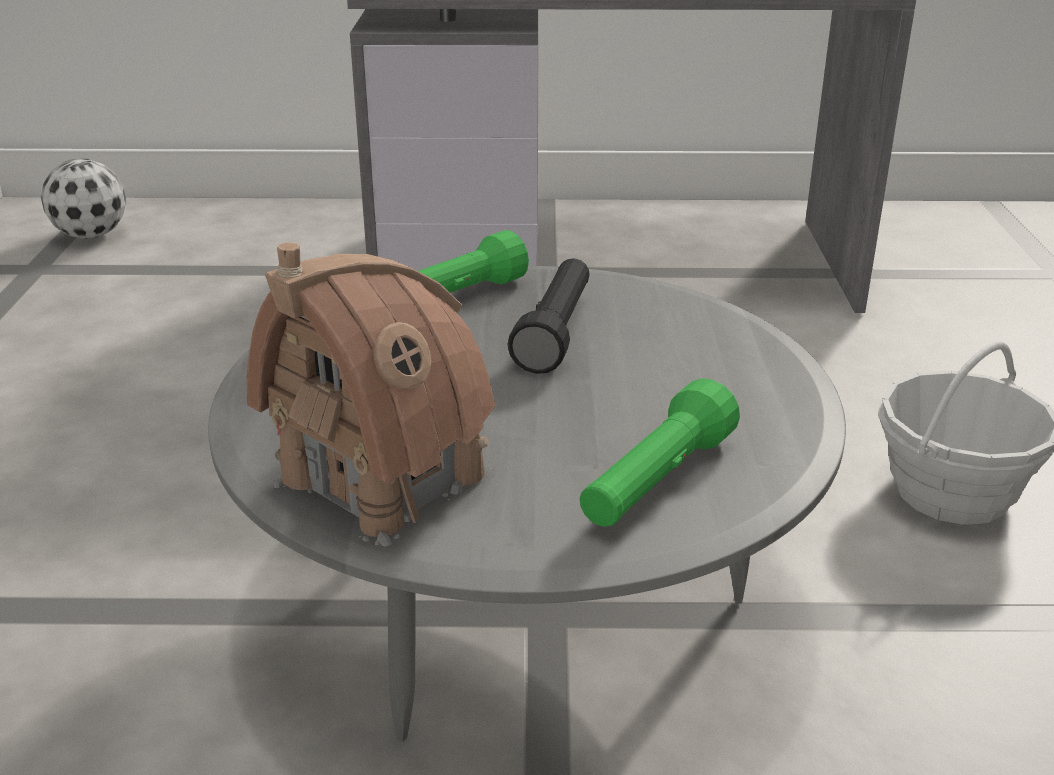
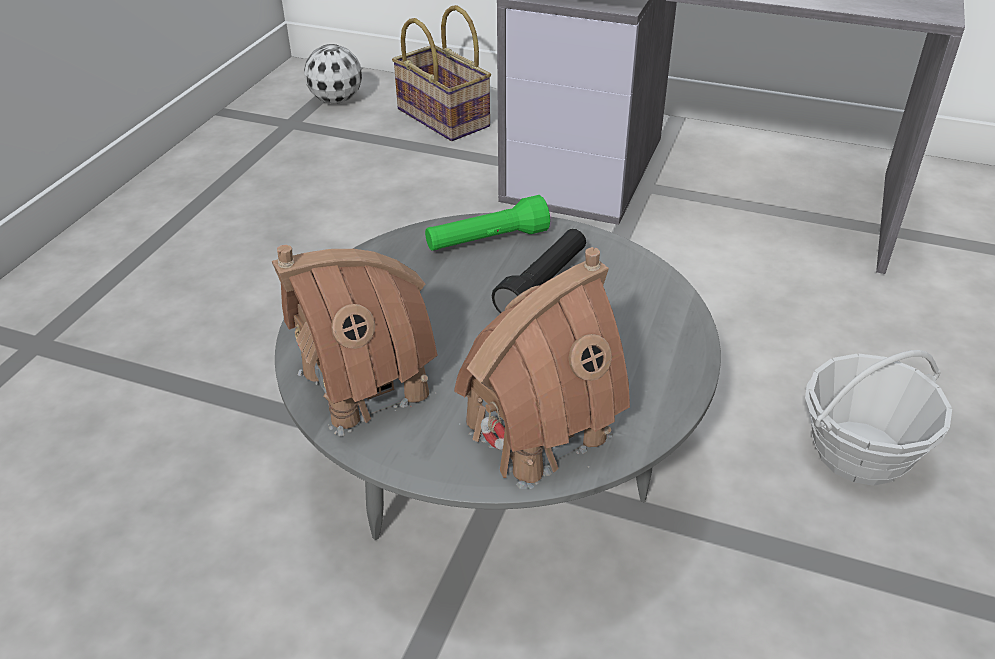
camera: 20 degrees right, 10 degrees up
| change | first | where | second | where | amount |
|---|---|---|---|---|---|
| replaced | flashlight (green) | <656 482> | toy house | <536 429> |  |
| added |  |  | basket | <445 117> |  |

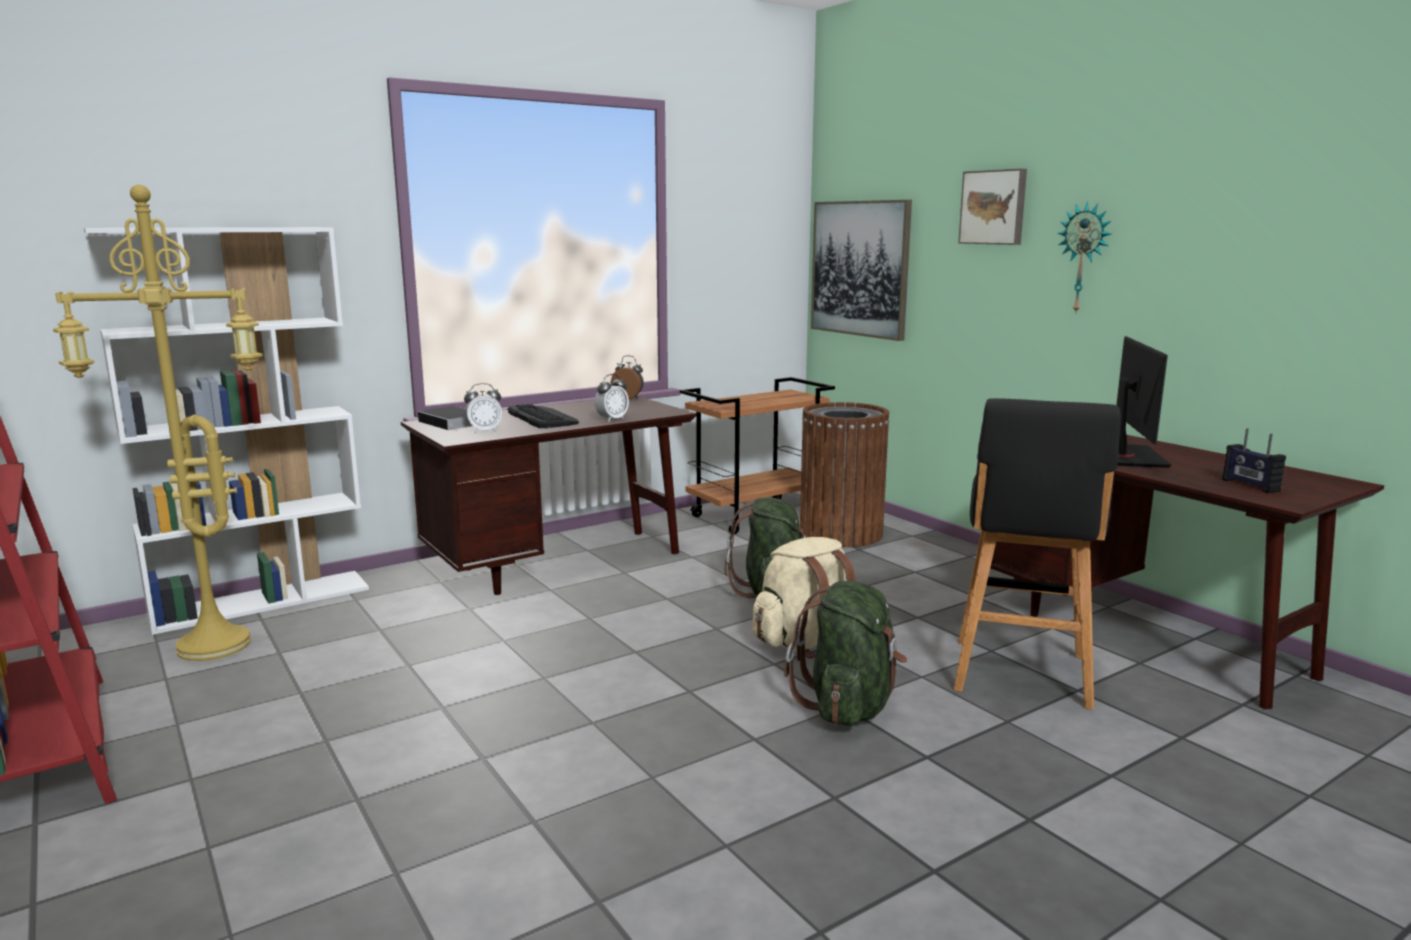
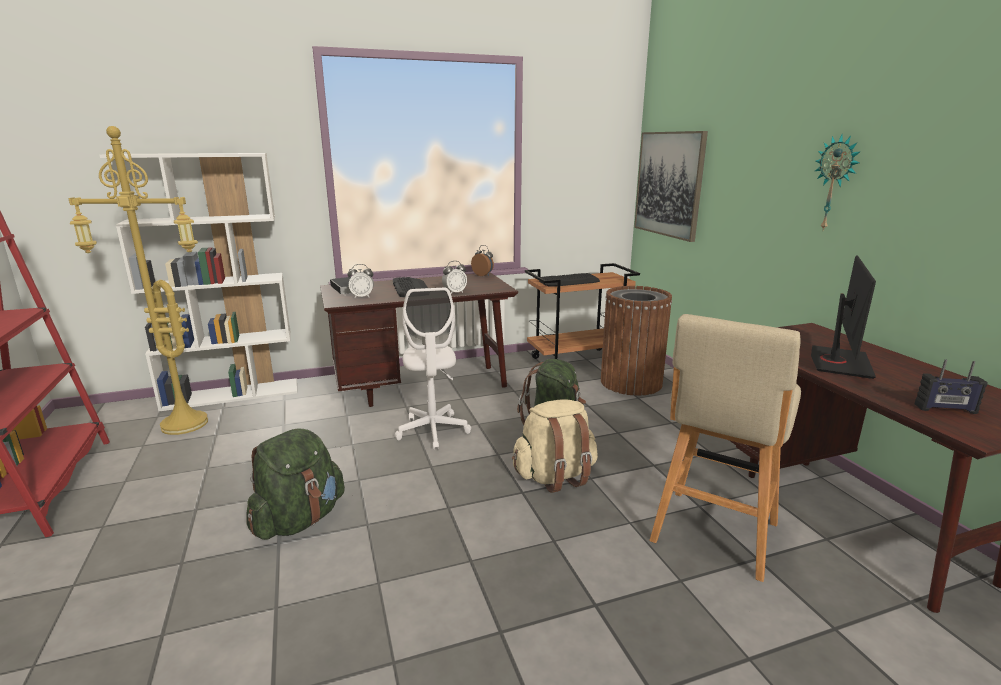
camera: 15 degrees right, 5 degrees up
| change | first | where | second | where | amount |
|---|---|---|---|---|---|
| moved | backpack (green) | <848 706> |  | <299 520> |  |
| recoloured | stool (black) | <1021 675> | stool (beige) | <713 535> |  |
| removed | picture | <994 207> |  |  |  |
| turned | radio | <1249 486> |  | <945 409> | 75 degrees counterclockwise |
| added |  |  | office chair (white) | <433 431> |  |
| added |  |  | keyboard | <569 281> |  |

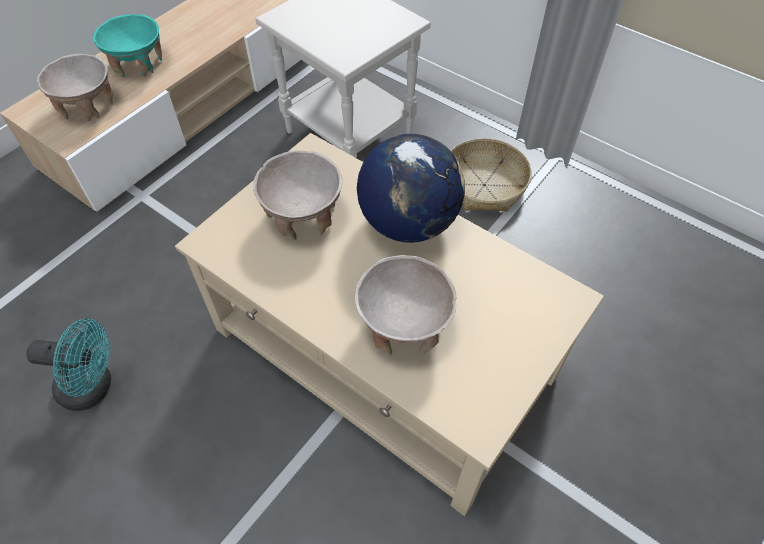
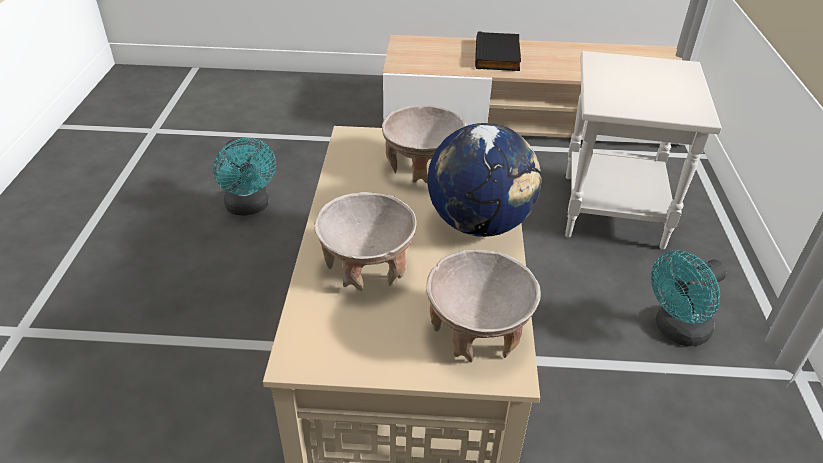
camera: 55 degrees right, 15 degrees down
| change | first | where | second | where | amount |
|---|---|---|---|---|---|
| moved | bowl (beige) | <87 105> |  | <477 332> |  |
| replaced | bowl (turquoise) | <138 64> | book (black) | <499 56> |  |
| replaced | basket | <484 185> | fan (turquoise) | <676 331> |  |

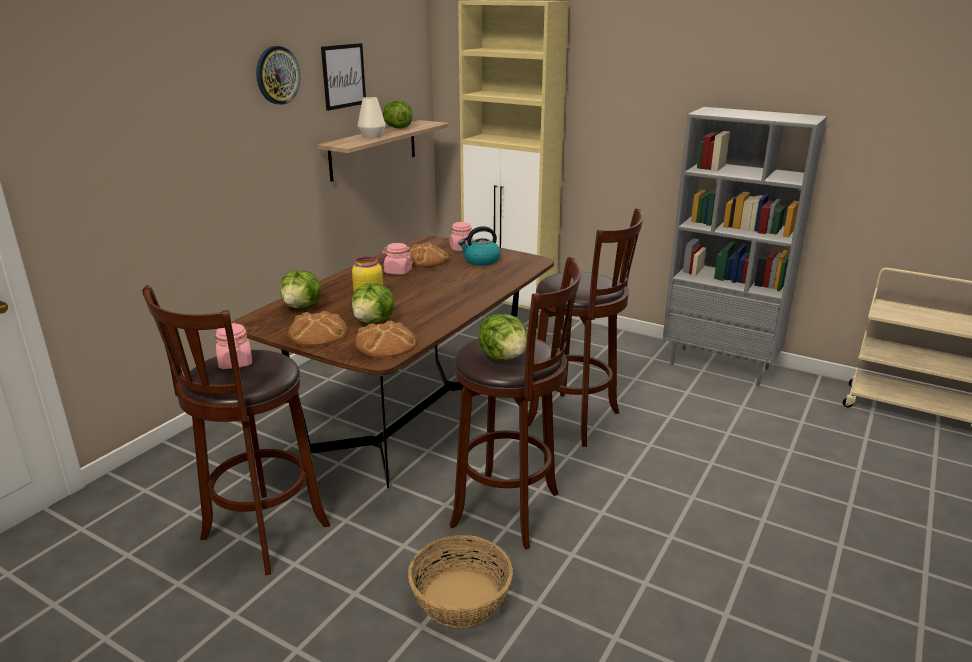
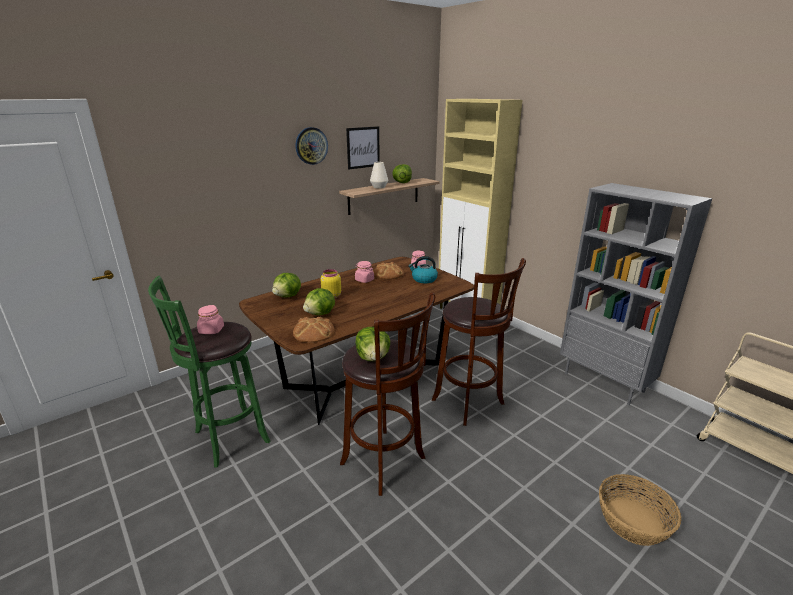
camera: 20 degrees right, 0 degrees up
| change | first | where | second | where | amount |
|---|---|---|---|---|---|
| recoloured | stool (brown) | <260 535> | stool (green) | <227 439> |  |
| removed | bread | <318 333> |  |  |  |
| moved | basket | <461 598> |  | <633 521> |  |

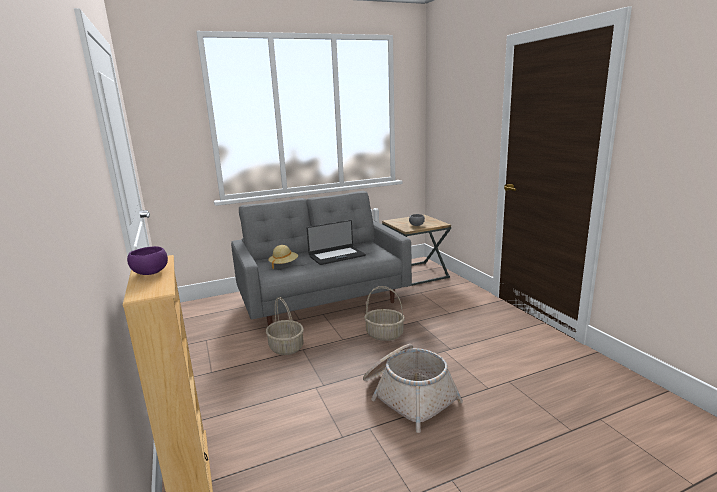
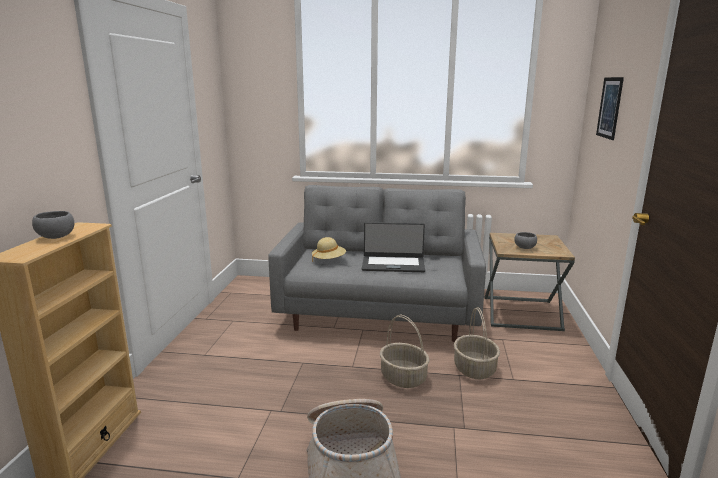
camera: 30 degrees right, 0 degrees up
| change | first | where | second | where | amount |
|---|---|---|---|---|---|
| recoloured | bowl (purple) | <150 273> | bowl (grey) | <55 237> |  |
| moved | basket | <287 347> |  | <475 369> |  |
| added |  |  | picture | <609 107> |  |

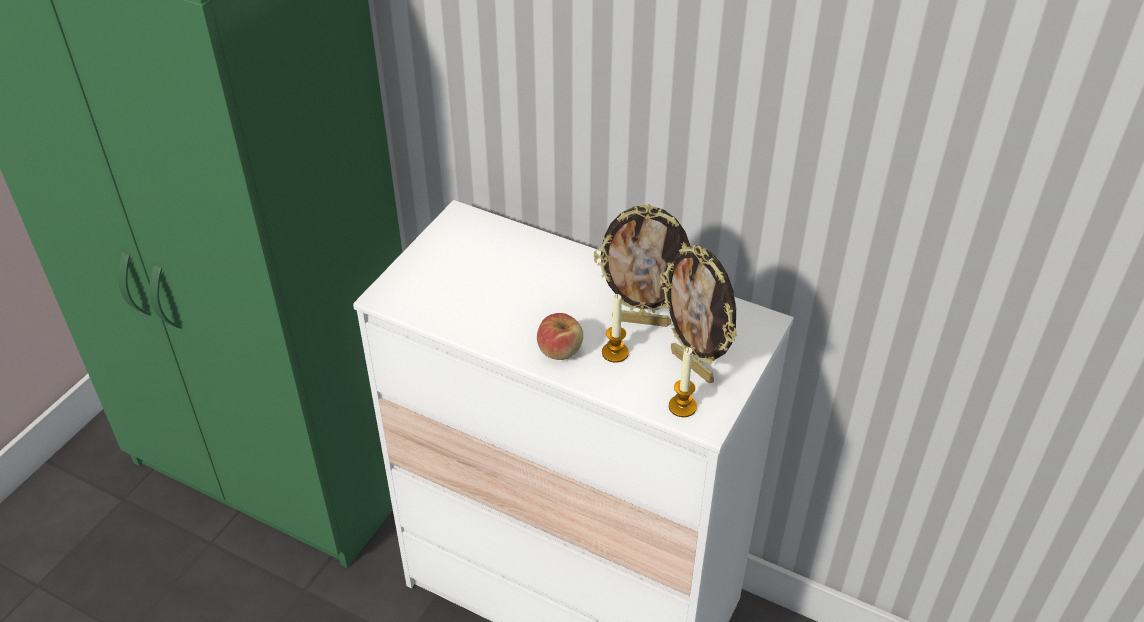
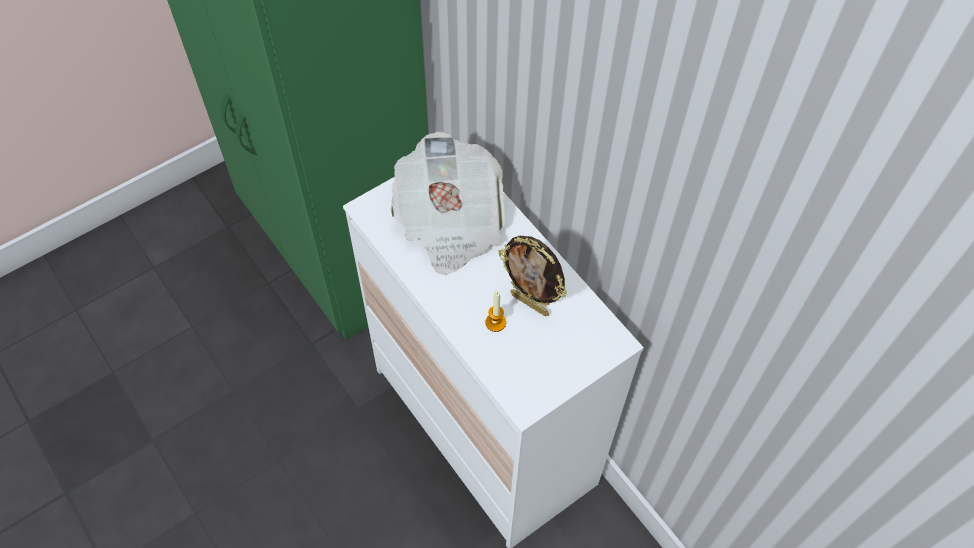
camera: 25 degrees right, 15 degrees up
| change | first | where | second | where | amount |
|---|---|---|---|---|---|
| removed | apple | <560 350> |  |  |  |
| removed | picture frame | <693 366> |  |  |  |
| removed | candle | <682 406> |  |  |  |
| added |  |  | newspaper | <449 223> |  |

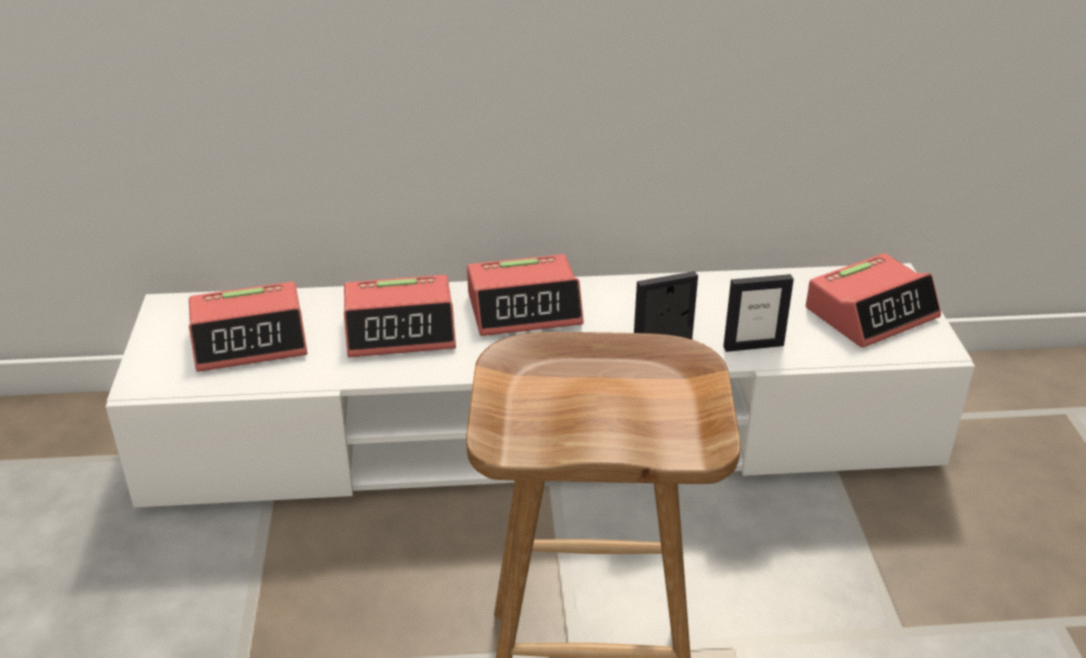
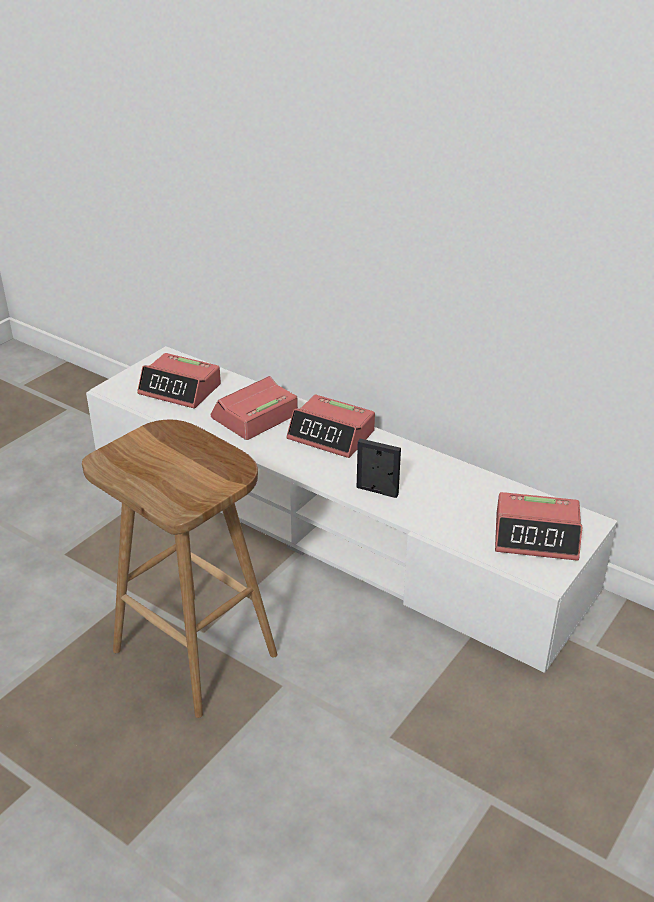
camera: 40 degrees right, 0 degrees up
| change | first | where | second | where | amount |
|---|---|---|---|---|---|
| turned | alarm clock | <401 330> |  | <254 417> | 105 degrees clockwise |
| removed | picture frame | <753 346> |  |  |  |

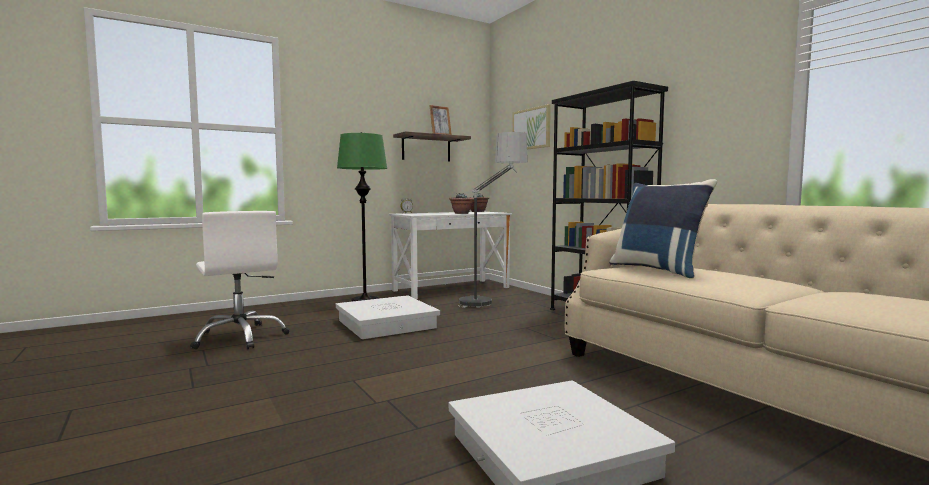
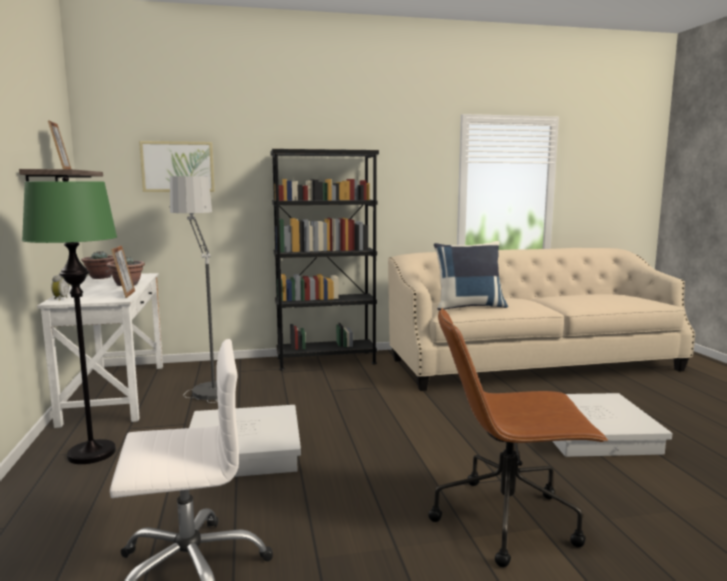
camera: 70 degrees left, 5 degrees up
| change | first | where | second | where | amount |
|---|---|---|---|---|---|
| added |  |  | picture frame | <125 294> |  |
| added |  |  | office chair (brown) | <508 519> |  |

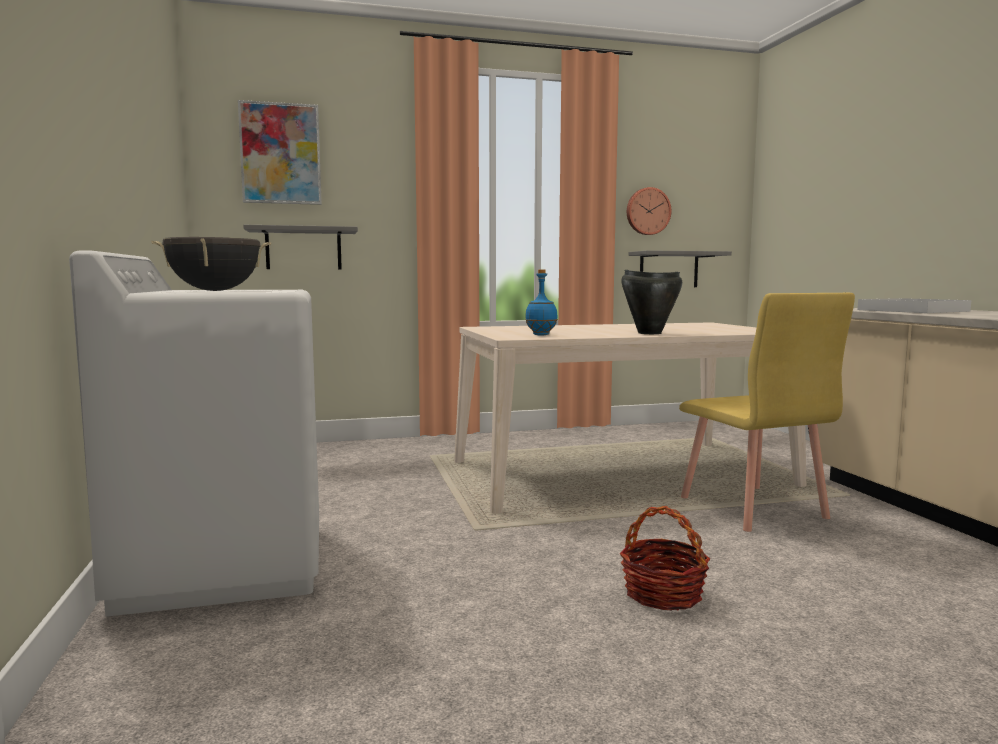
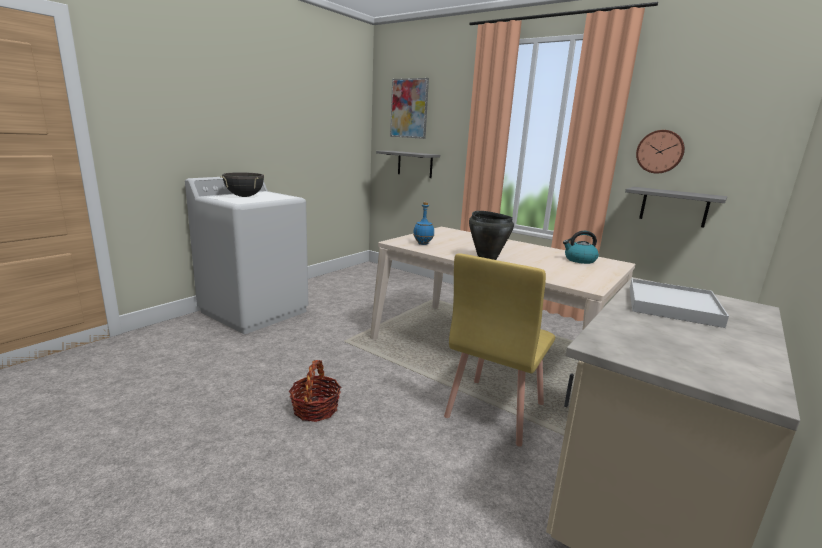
camera: 50 degrees right, 10 degrees up
| change | first | where | second | where | amount |
|---|---|---|---|---|---|
| added |  |  | kettle | <579 260> |  |

